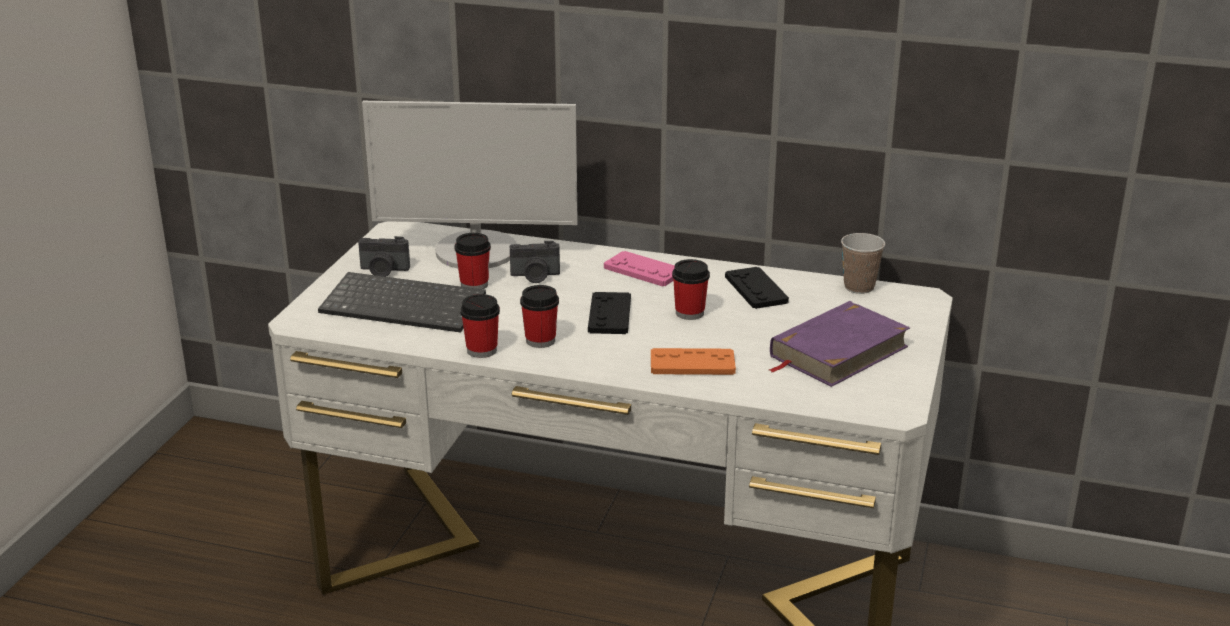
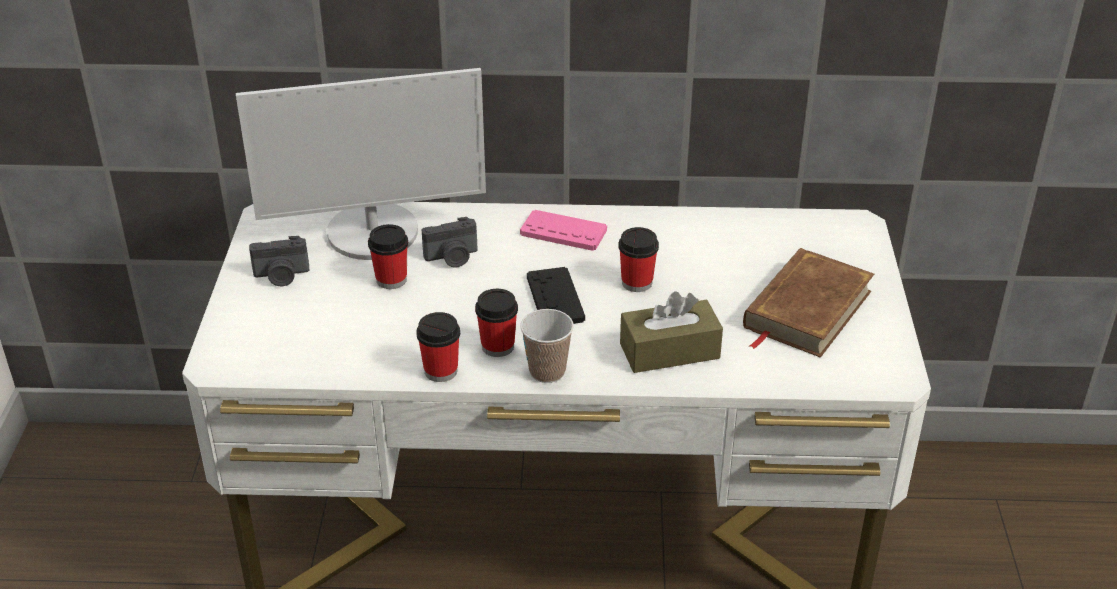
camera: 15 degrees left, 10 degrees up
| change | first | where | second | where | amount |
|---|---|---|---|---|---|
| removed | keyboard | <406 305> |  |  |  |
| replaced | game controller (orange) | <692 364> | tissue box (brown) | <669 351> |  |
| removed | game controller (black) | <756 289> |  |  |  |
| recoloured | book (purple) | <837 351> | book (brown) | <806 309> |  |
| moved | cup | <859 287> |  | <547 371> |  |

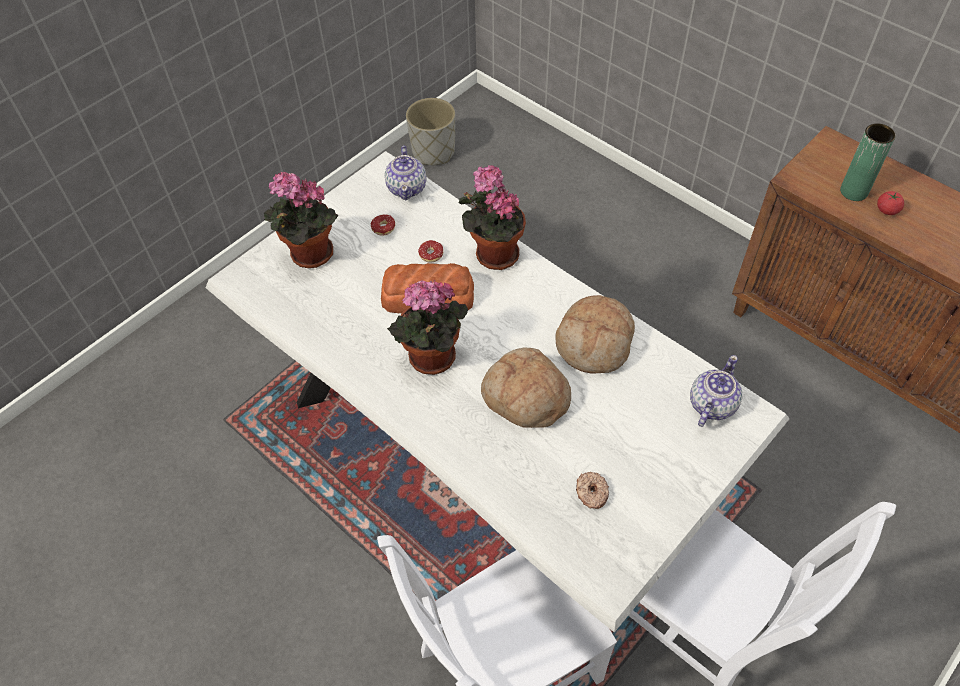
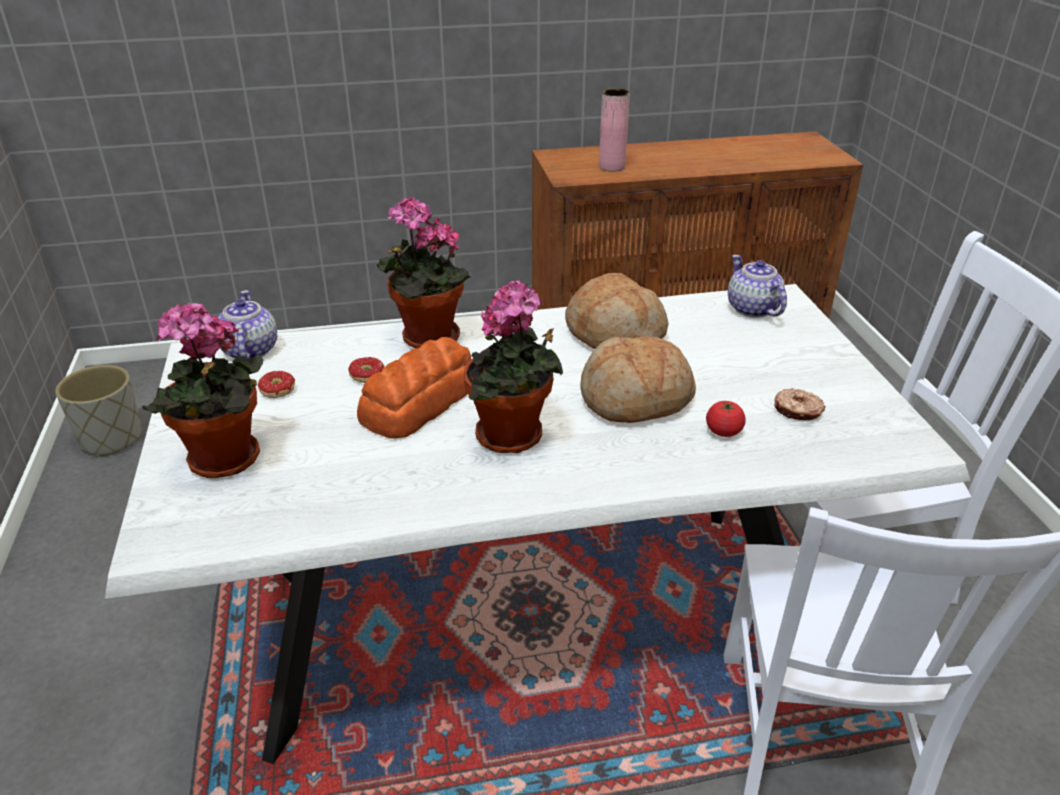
camera: 55 degrees left, 20 degrees down
| change | first | where | second | where | amount |
|---|---|---|---|---|---|
| turned | teapot | <407 188> |  | <249 351> | 135 degrees counterclockwise |
| recoloured | vase (green) | <853 191> | vase (pink) | <611 167> |  |
| moved | tomato | <887 210> |  | <723 431> |  |

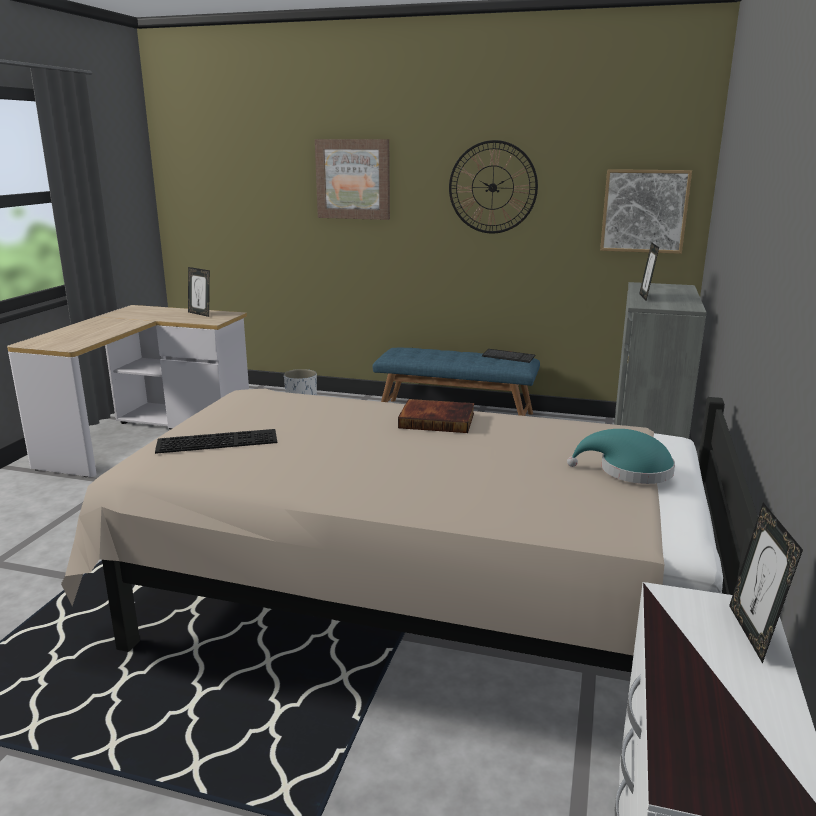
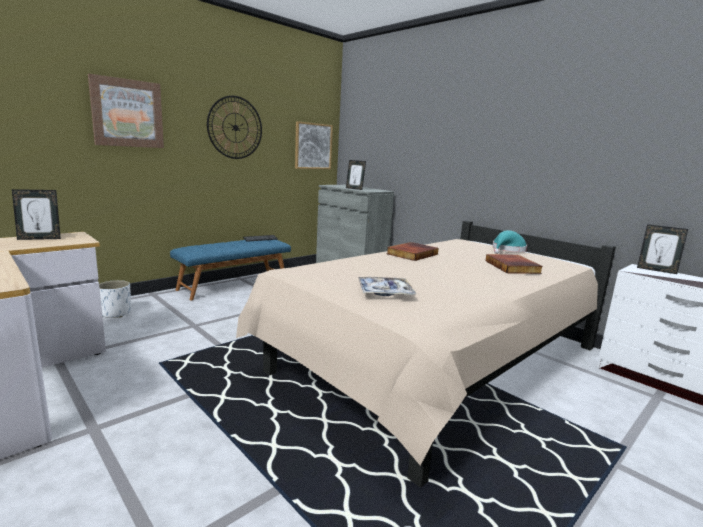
camera: 60 degrees left, 5 degrees down
| change | first | where | second | where | amount |
|---|---|---|---|---|---|
| replaced | keyboard | <218 440> | tray | <385 292> |  |
| added |  |  | book | <513 267> |  |

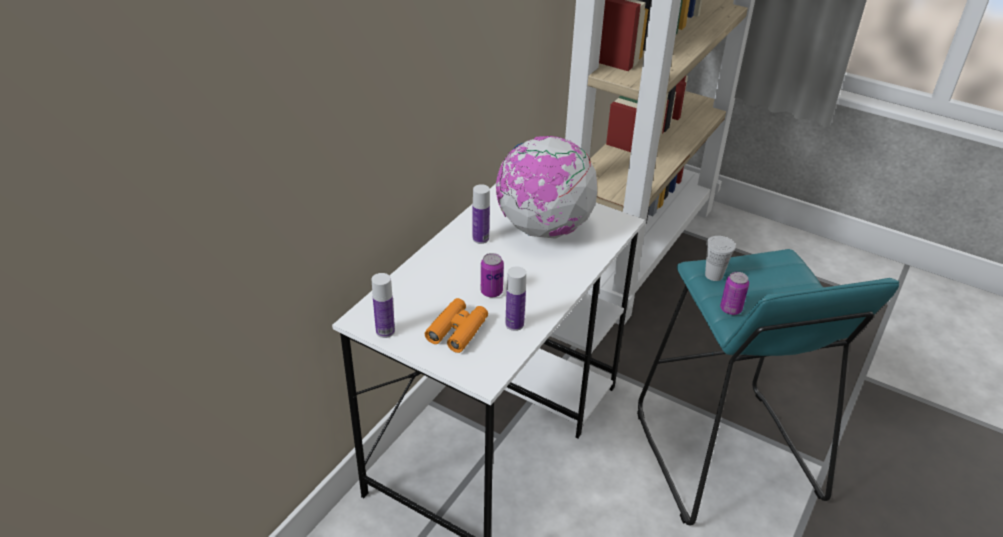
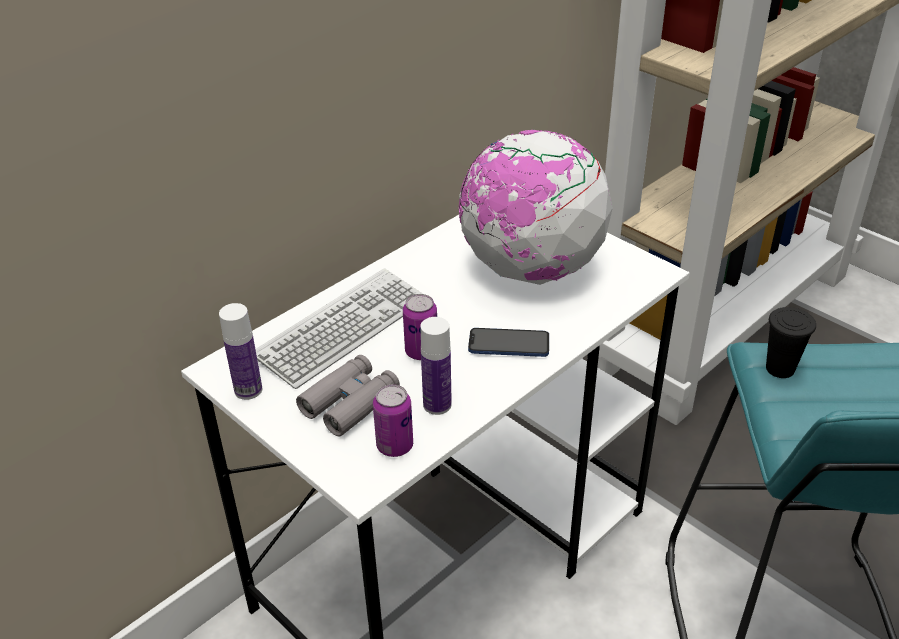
camera: 15 degrees right, 0 degrees up
| change | first | where | second | where | amount |
|---|---|---|---|---|---|
| recoloured | binoculars (orange) | <457 330> | binoculars (grey) | <350 402> |  |
| removed | bottle | <480 239> |  |  |  |
| recoloured | cup (white) | <714 275> | cup (black) | <780 368> |  |
| moved | can | <730 309> |  | <395 446> |  |
| added |  |  | keyboard | <343 329> |  |
| added |  |  | phone | <508 344> |  |

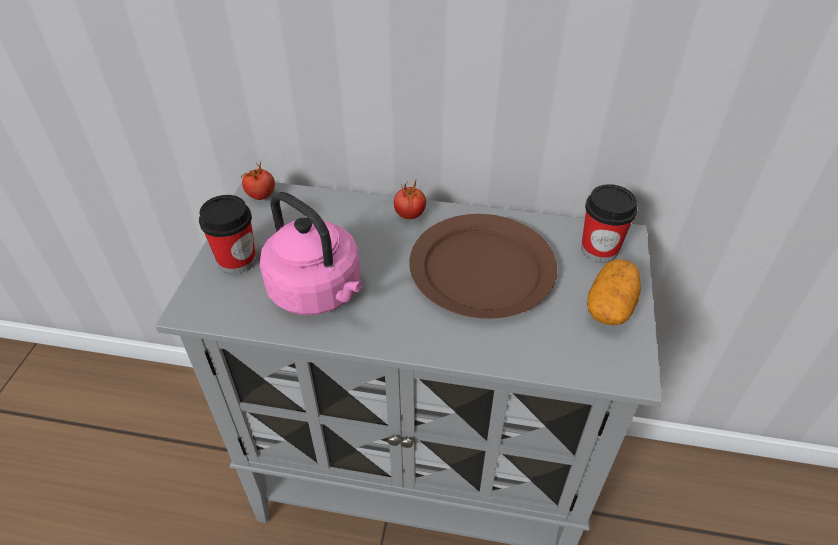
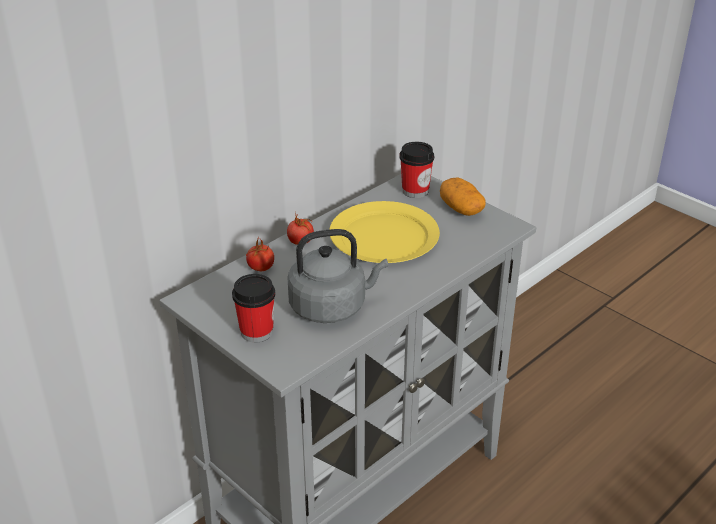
camera: 55 degrees left, 10 degrees down
| change | first | where | second | where | amount |
|---|---|---|---|---|---|
| moved | tomato | <261 195> |  | <260 268> |  |
| recoloured | kettle (pink) | <319 292> | kettle (grey) | <332 307> |  |
| recoloured | plate (brown) | <480 269> | plate (yellow) | <383 237> |  |

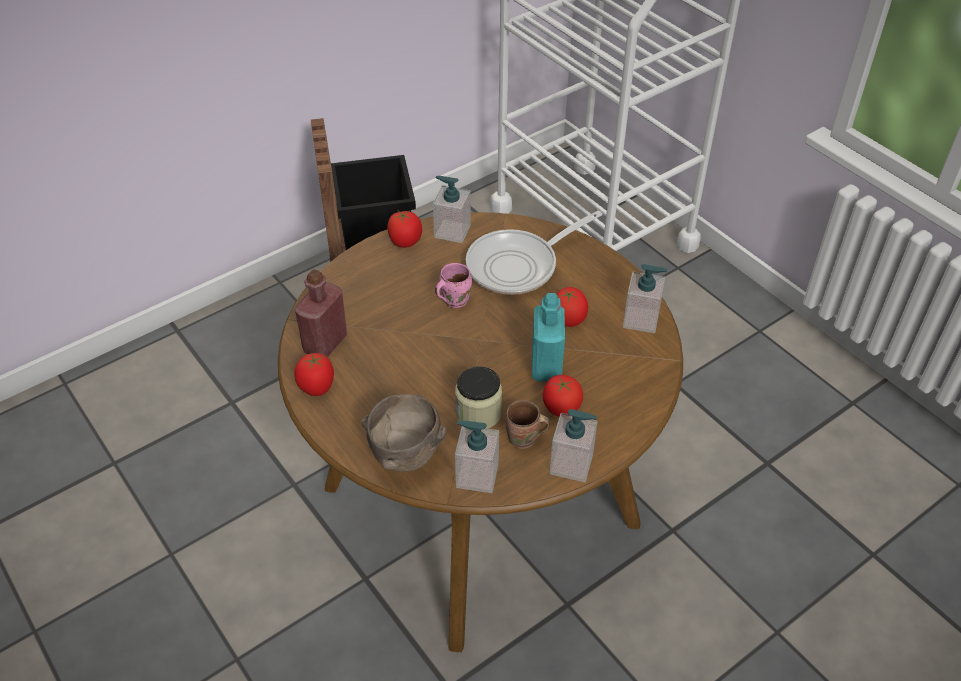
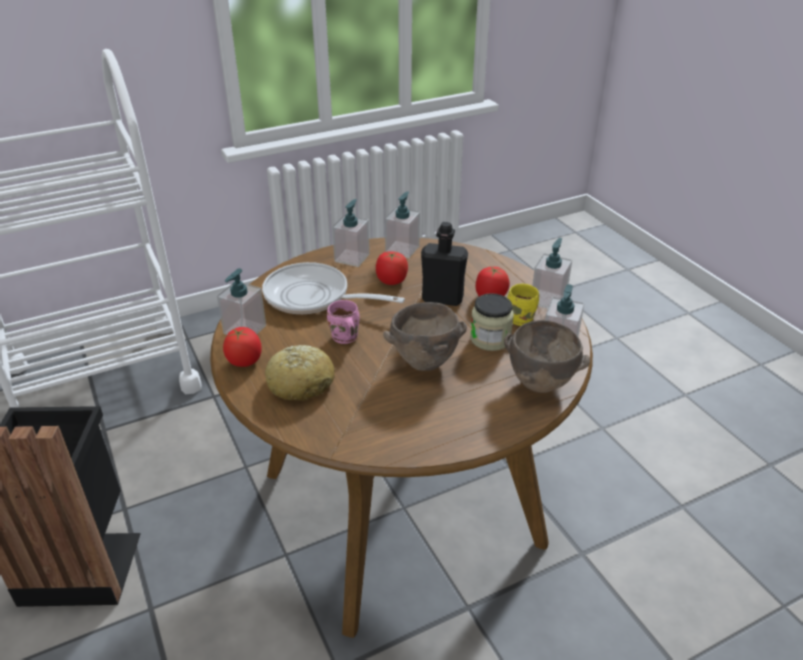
camera: 80 degrees left, 10 degrees down
| change | first | where | second | where | amount |
|---|---|---|---|---|---|
| removed | tomato | <317 387> |  |  |  |
| removed | bottle (red) | <325 343> |  |  |  |
| turned | frying pan | <519 265> |  | <313 297> | 135 degrees clockwise |
| recoloured | mug (brown) | <524 440> | mug (yellow) | <522 319> |  |
| recoloured | bottle (turquoise) | <546 366> | bottle (black) | <442 298> |  |
| added |  |  | bread | <301 383> |  |
| added |  |  | soap dispenser | <352 258> |  |
| added |  |  | bowl (brown) | <426 363> |  |

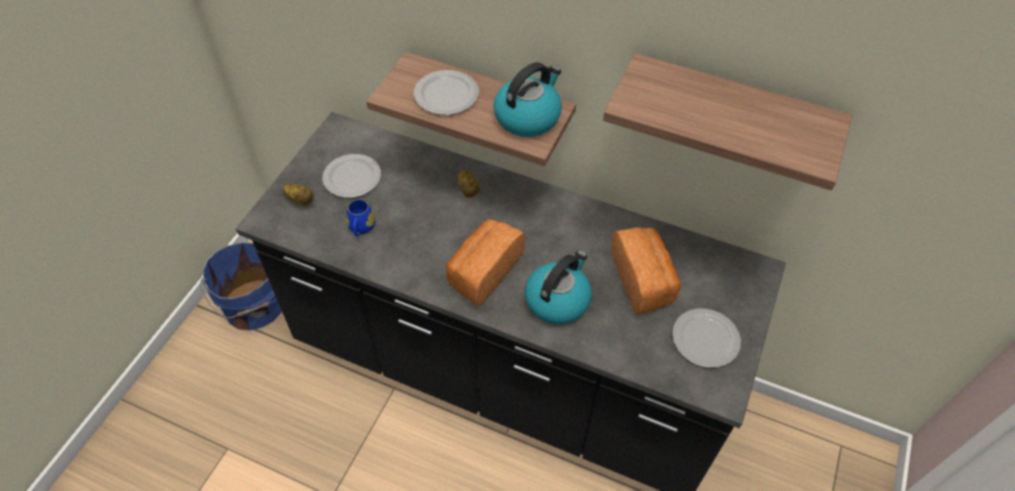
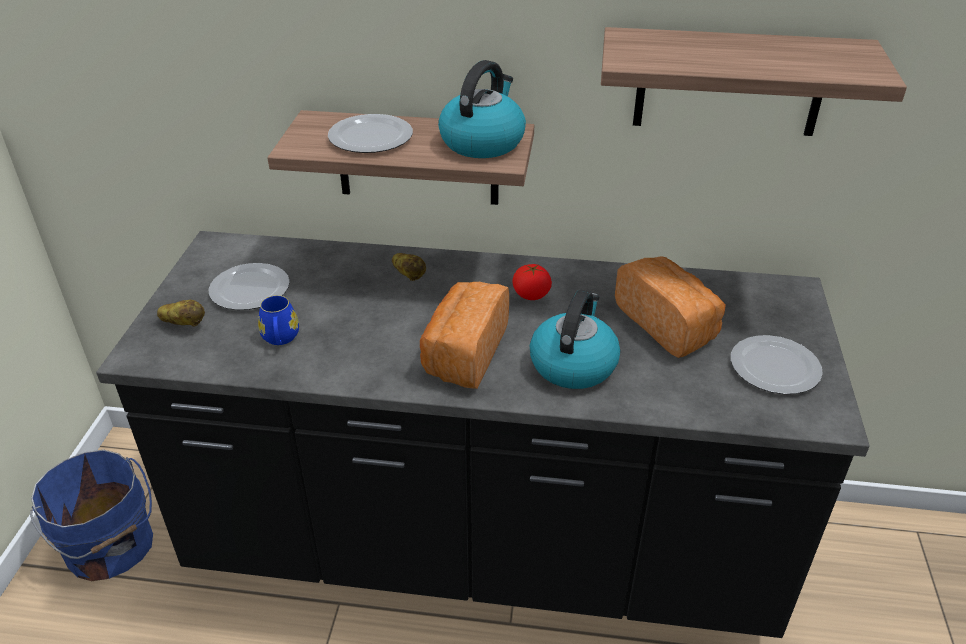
camera: 15 degrees left, 15 degrees down
| change | first | where | second | where | amount |
|---|---|---|---|---|---|
| added |  |  | tomato | <531 295> |  |

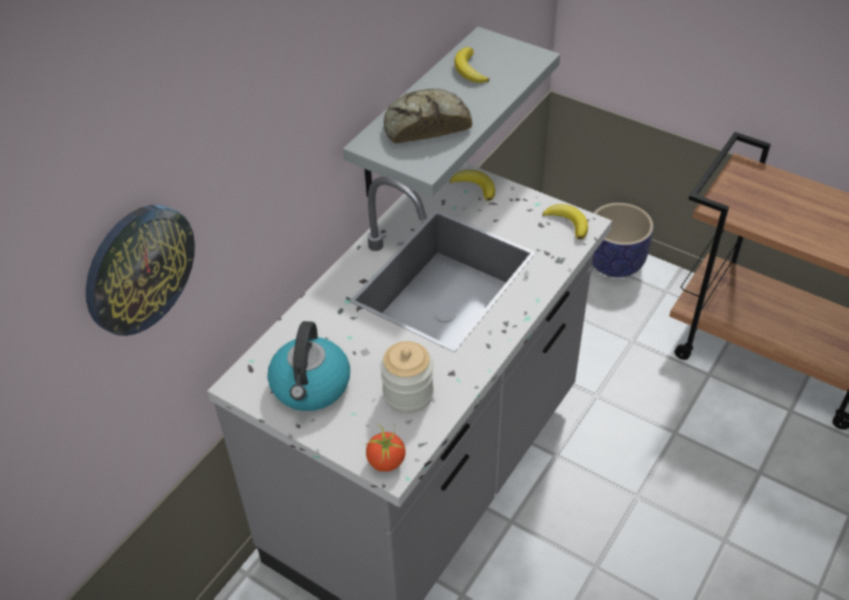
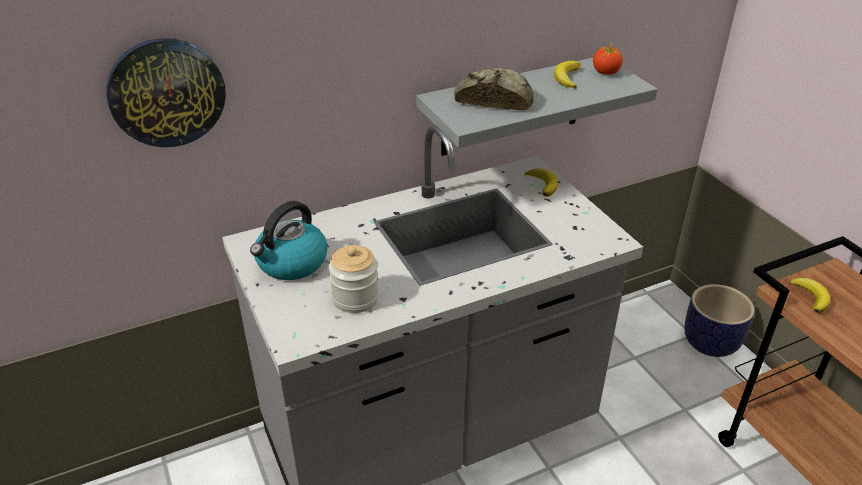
camera: 30 degrees right, 10 degrees down
| change | first | where | second | where | amount |
|---|---|---|---|---|---|
| moved | tomato | <386 461> |  | <606 72> |  |
| moved | banana | <568 223> |  | <811 297> |  |

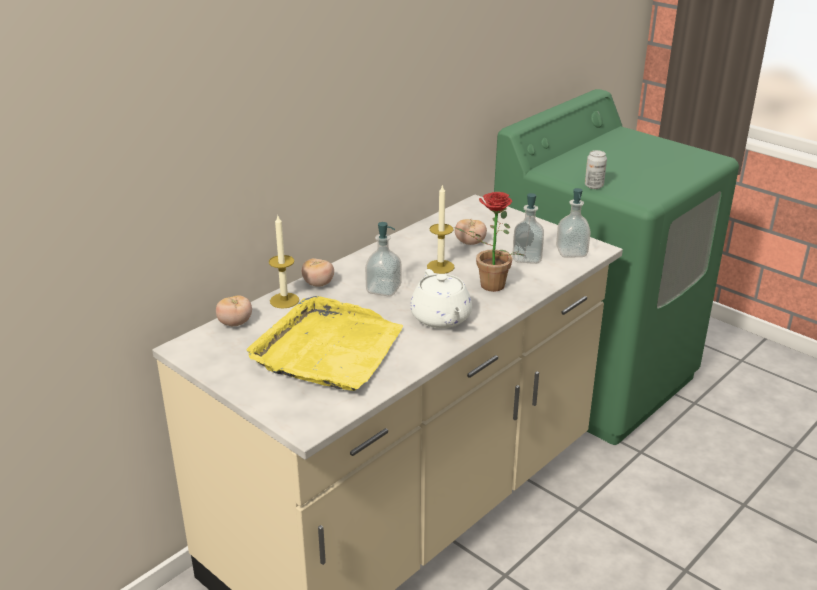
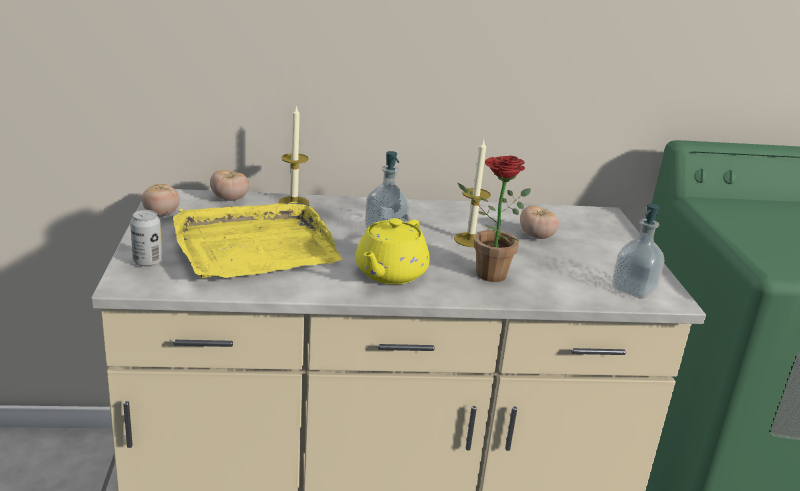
camera: 40 degrees right, 5 degrees down
| change | first | where | second | where | amount |
|---|---|---|---|---|---|
| moved | tomato | <318 284> |  | <161 214> |  |
| recoloured | teapot (white) | <441 318> | teapot (yellow) | <389 273> |  |
| removed | soap dispenser | <527 258> |  |  |  |
| moved | can | <594 186> |  | <147 262> |  |

